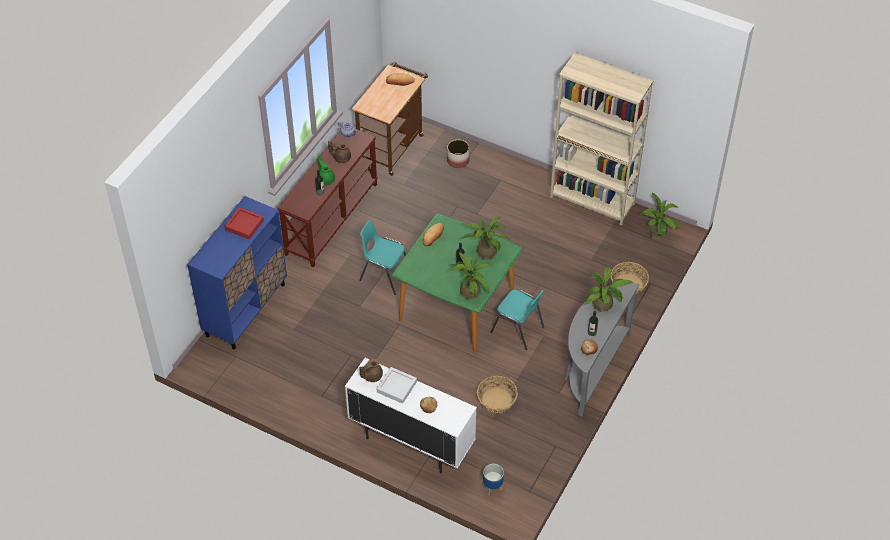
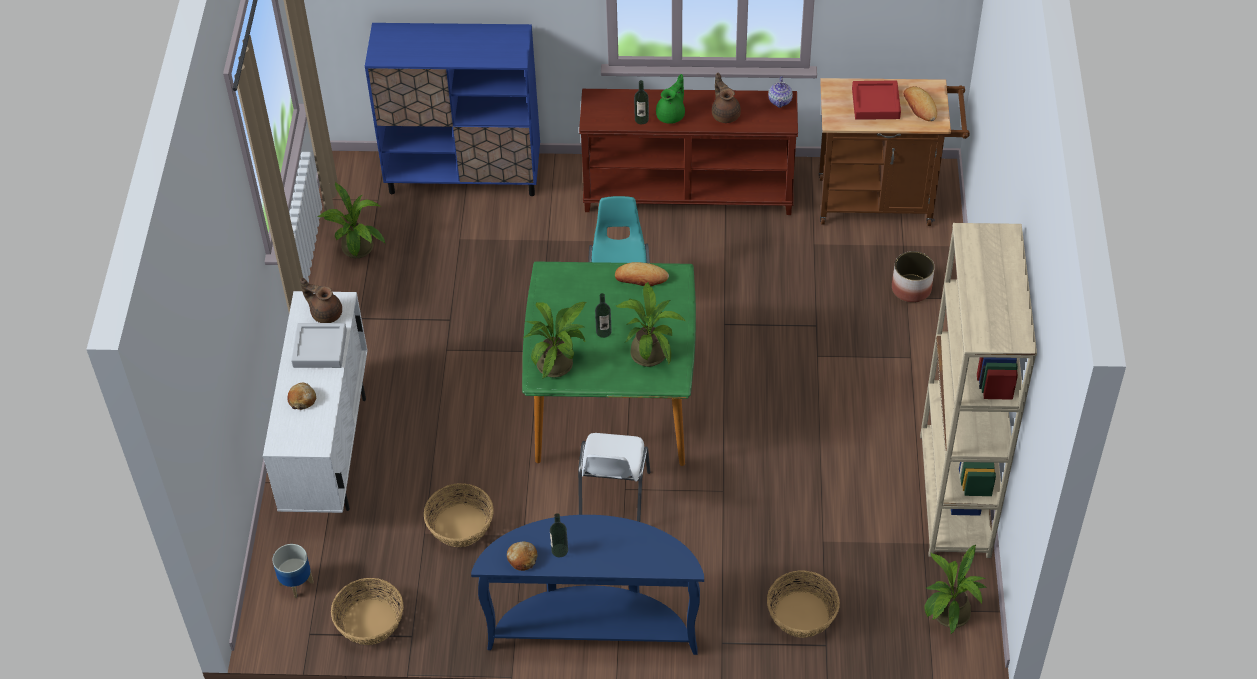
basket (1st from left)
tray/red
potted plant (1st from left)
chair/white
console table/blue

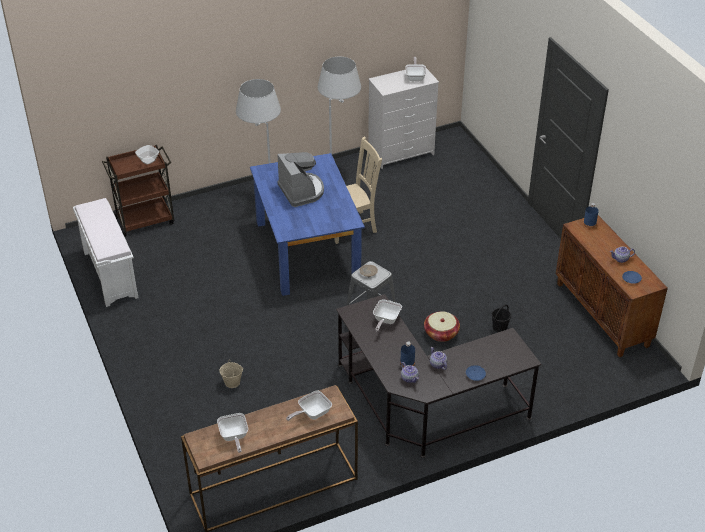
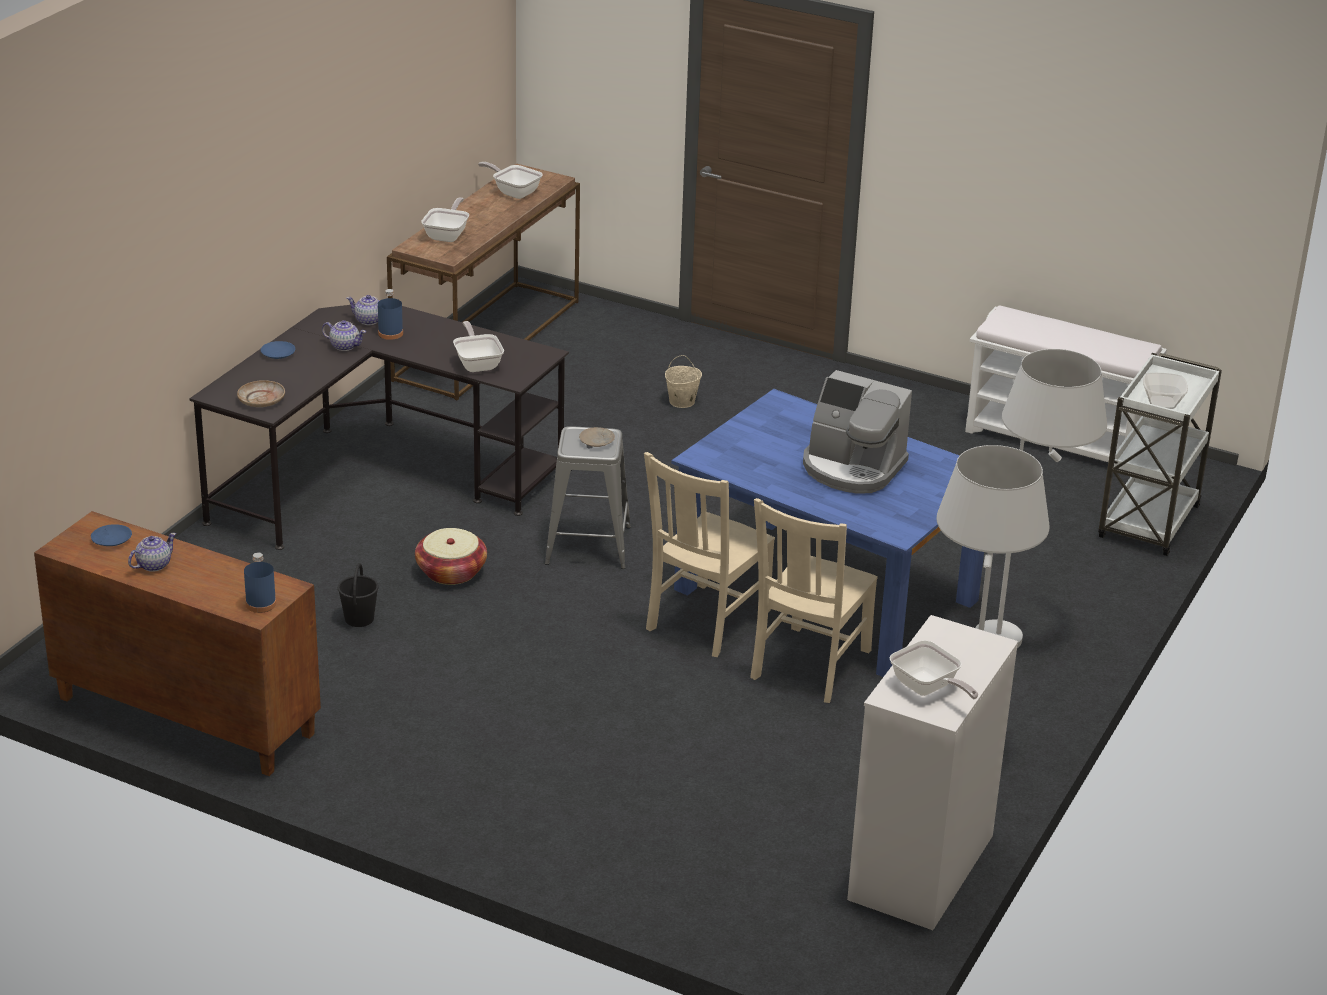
plate/beige (1st from left)
chair/beige (1st from left)
cart/white

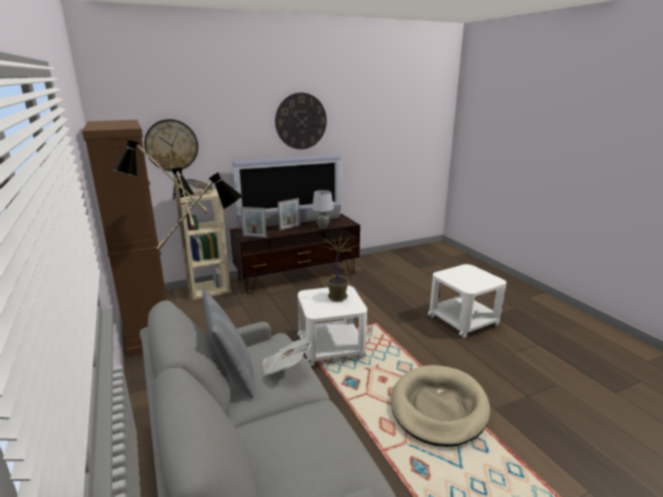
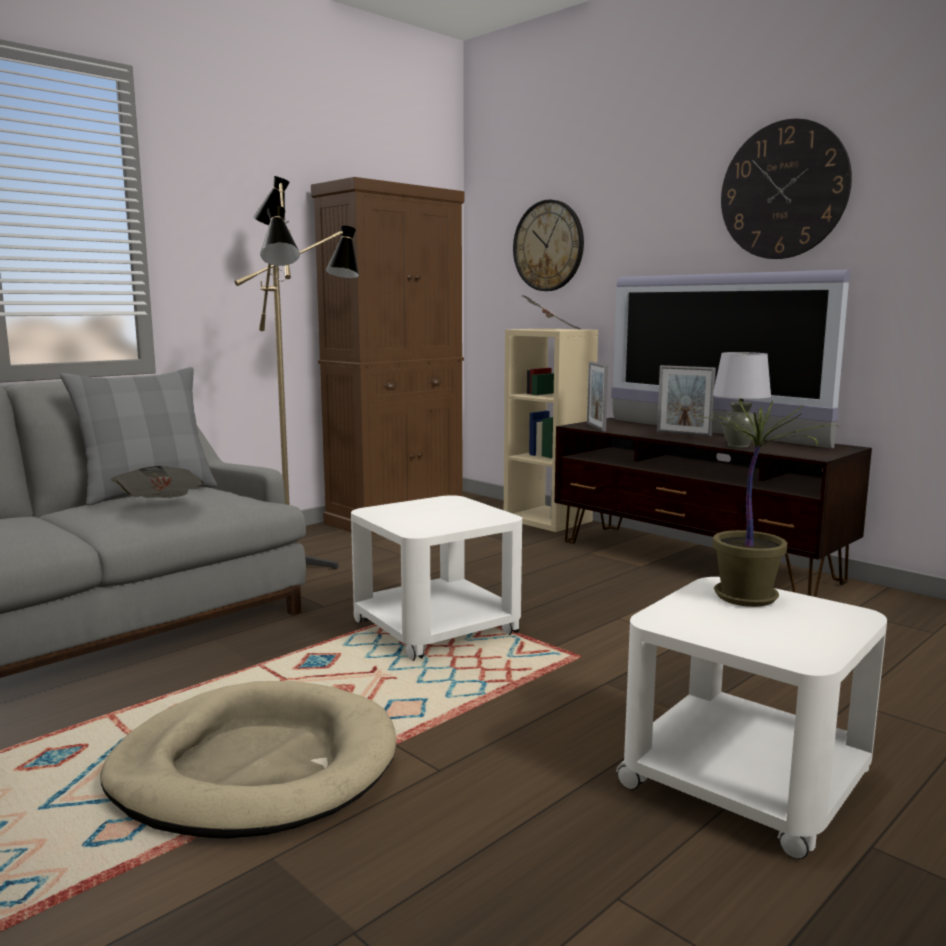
potted plant

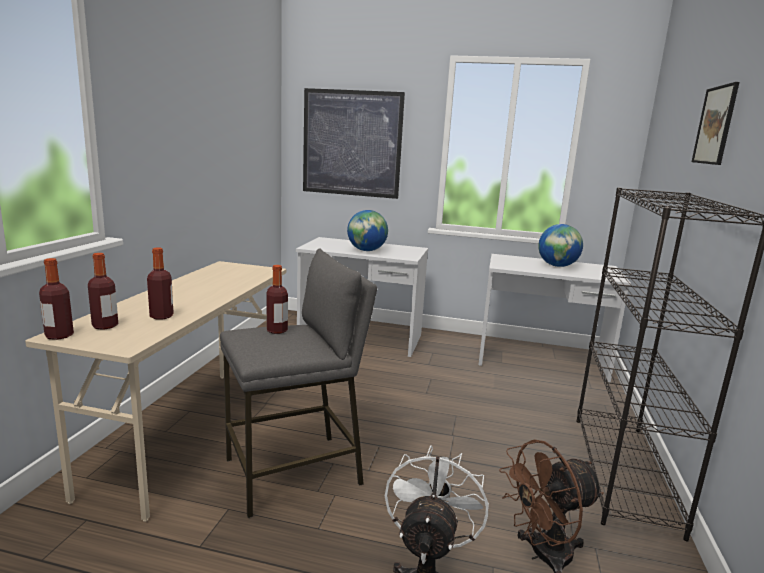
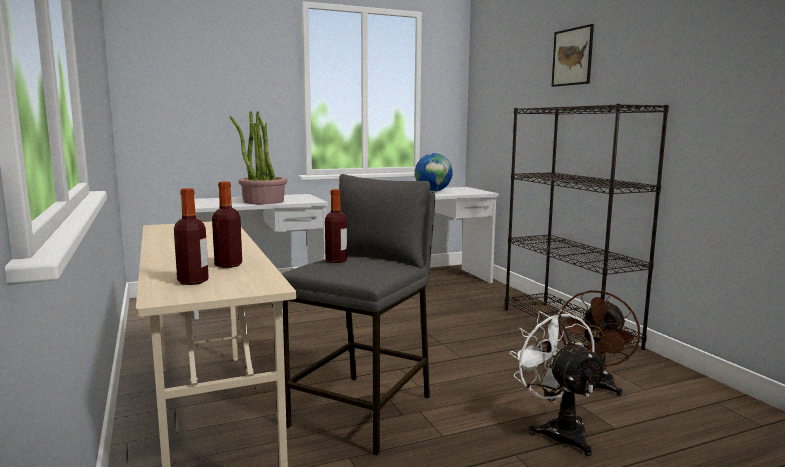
bottle (1st from left in the first image)
picture (1st from left in the first image)
potted plant

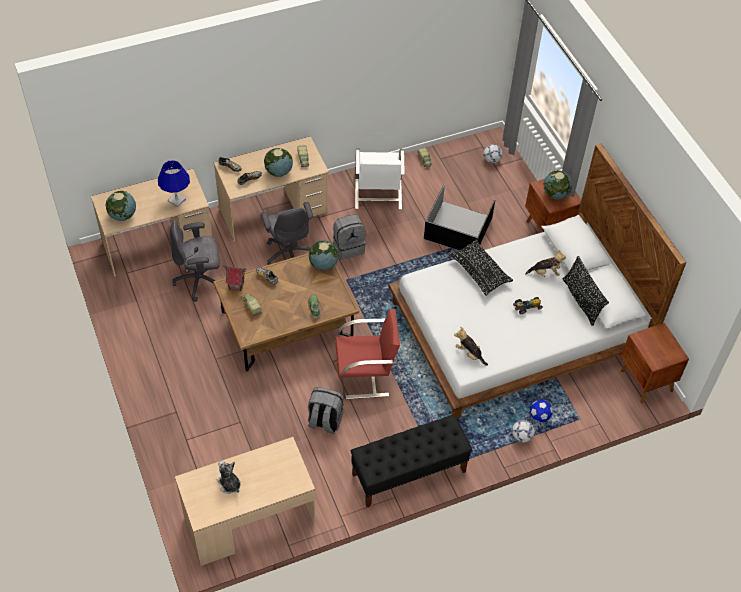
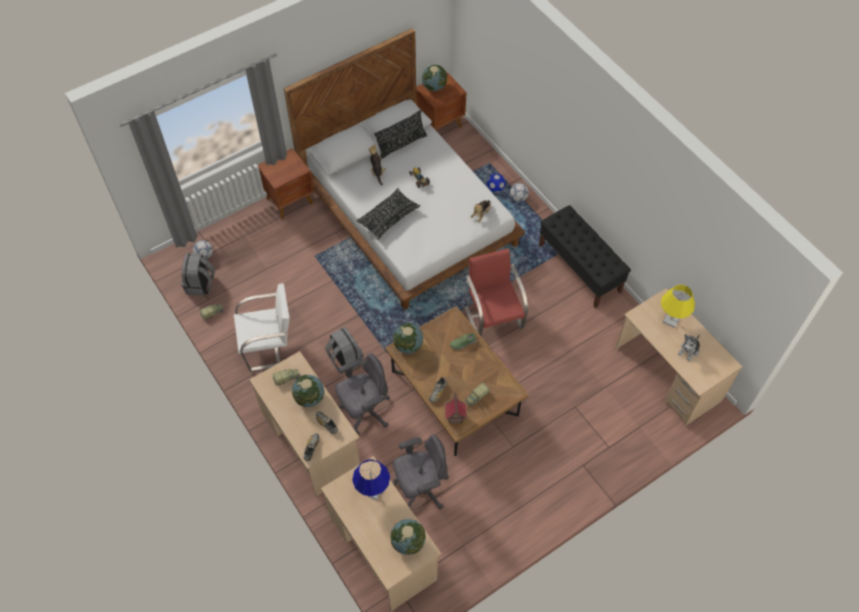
storage box/black
table lamp/yellow
backpack/grey (1st from left)
globe (4th from left)
office chair/grey (2nd from left)

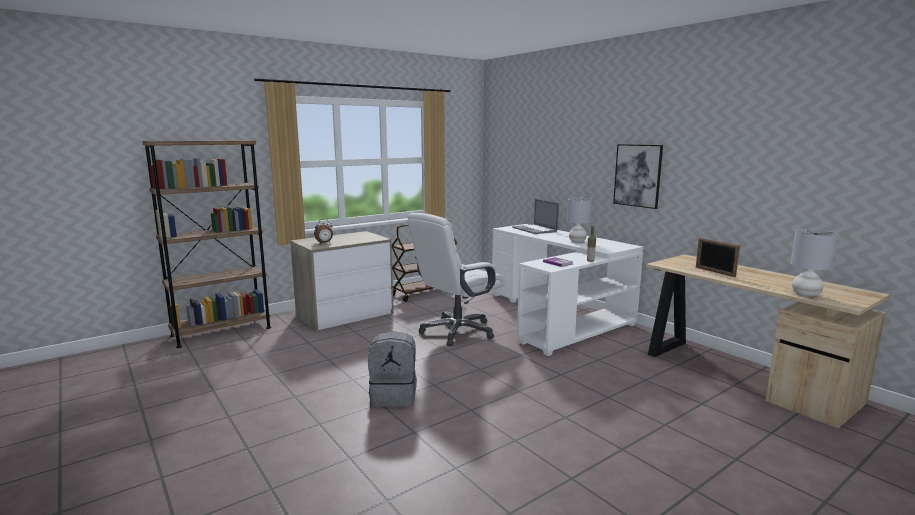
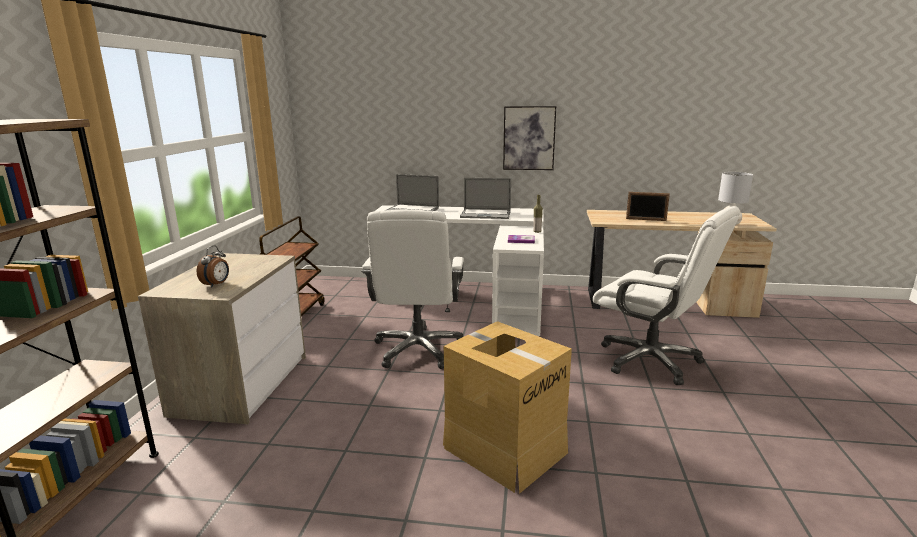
office chair/white (2nd from left)
cardboard box
laptop (2nd from left)

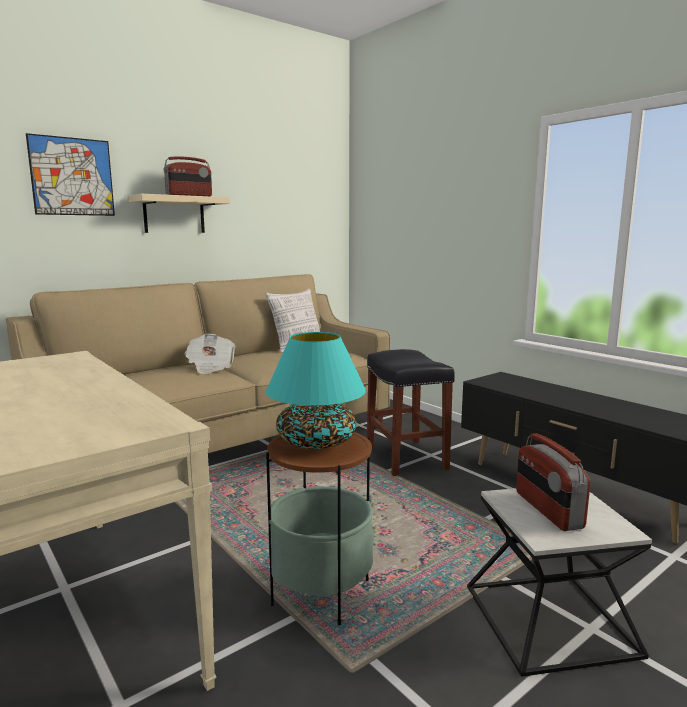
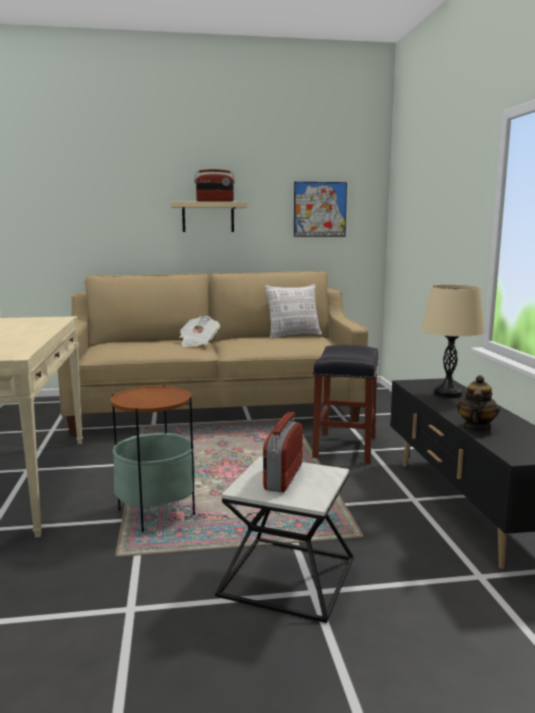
table lamp/turquoise
table lamp/beige
teapot
picture

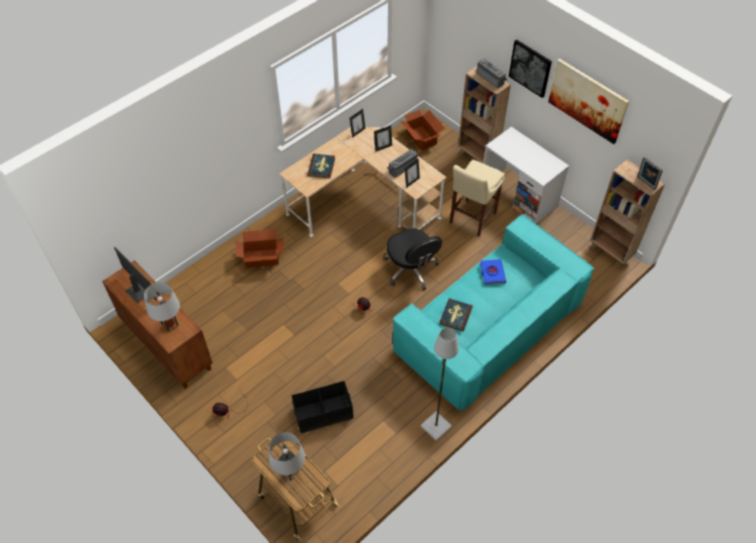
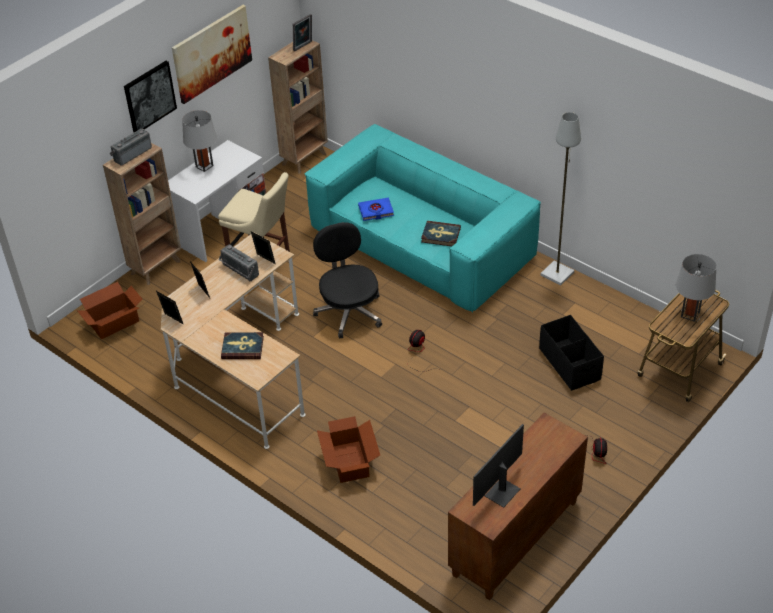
table lamp/grey (1st from left)
office chair/black

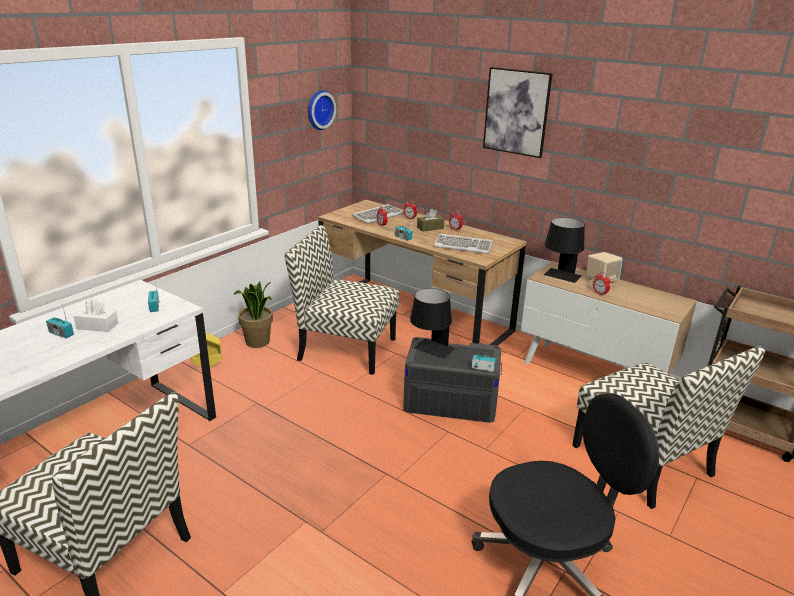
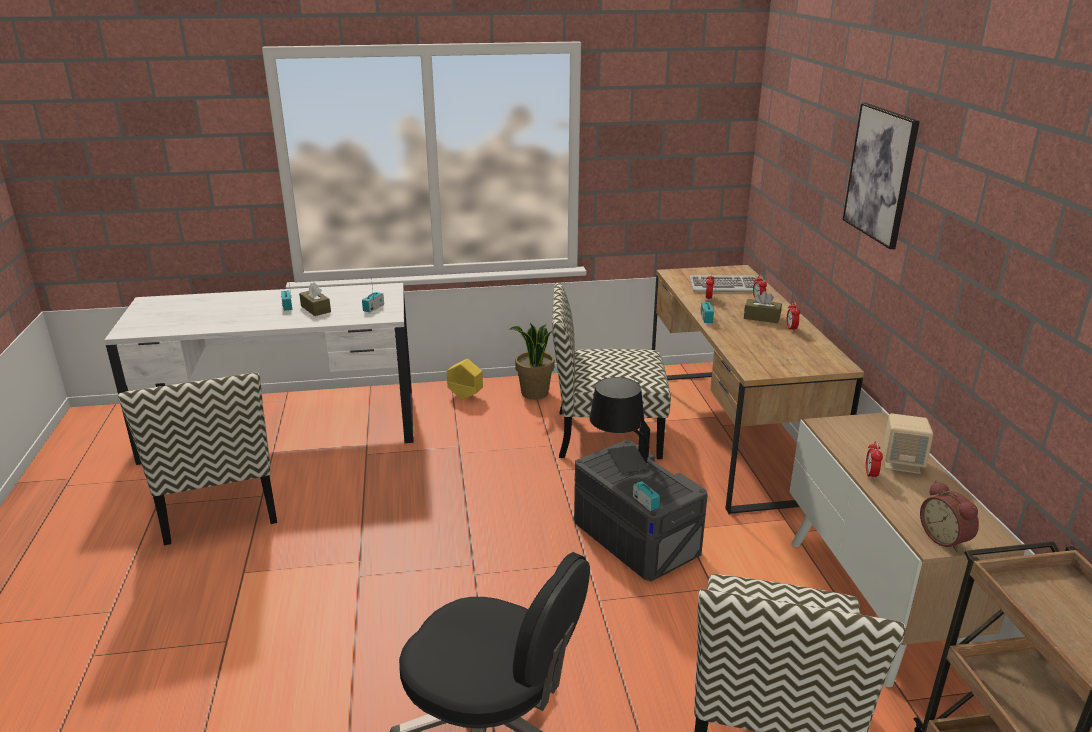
wall clock
keyboard (2nd from left in the first image)
table lamp/black (2nd from left in the first image)
alarm clock (5th from left)
tissue box/brown (1st from left)
chair (2nd from left)

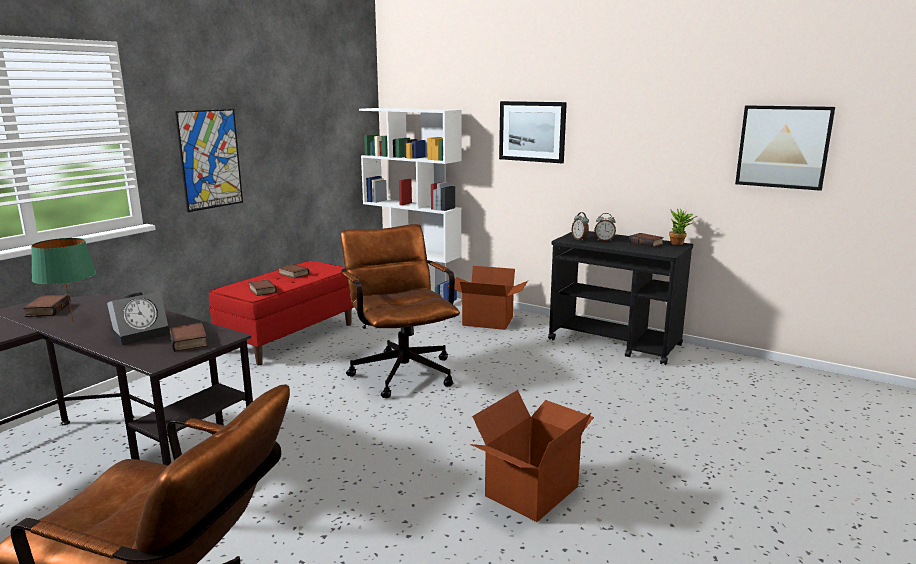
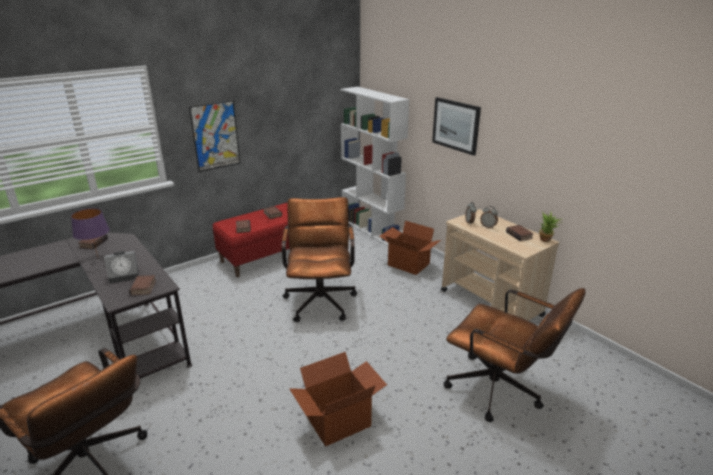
picture (3rd from left in the first image)
office chair/brown (3rd from left)
table lamp/purple
cart/beige

